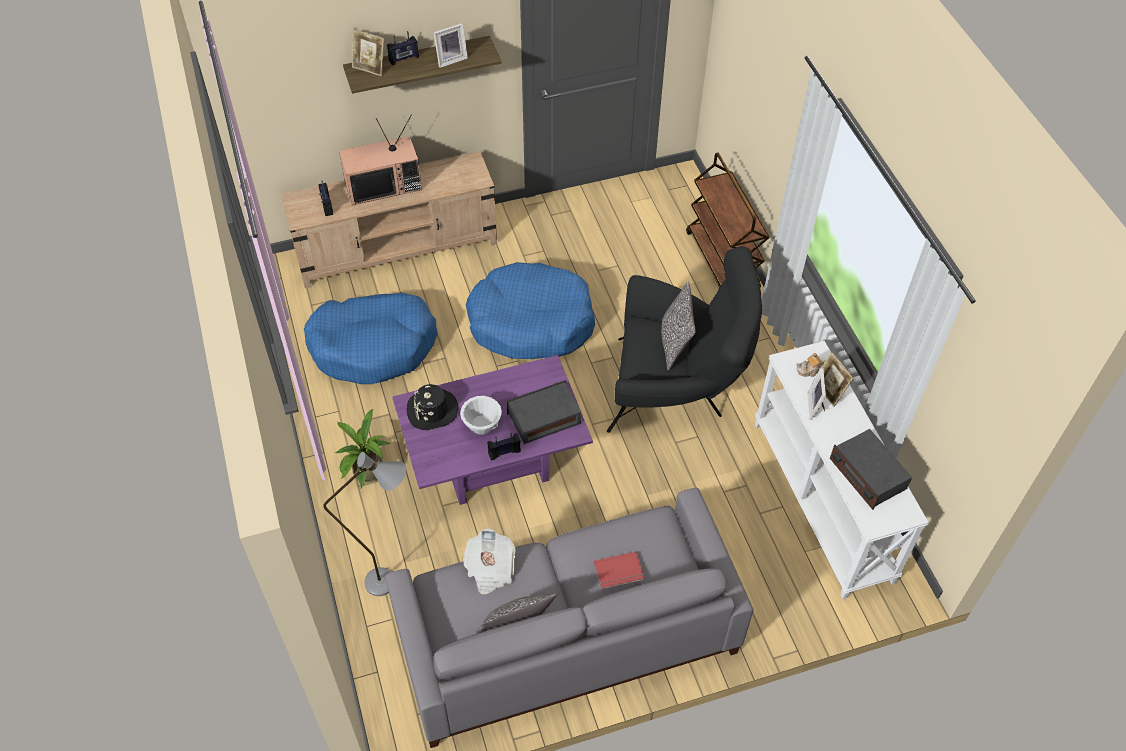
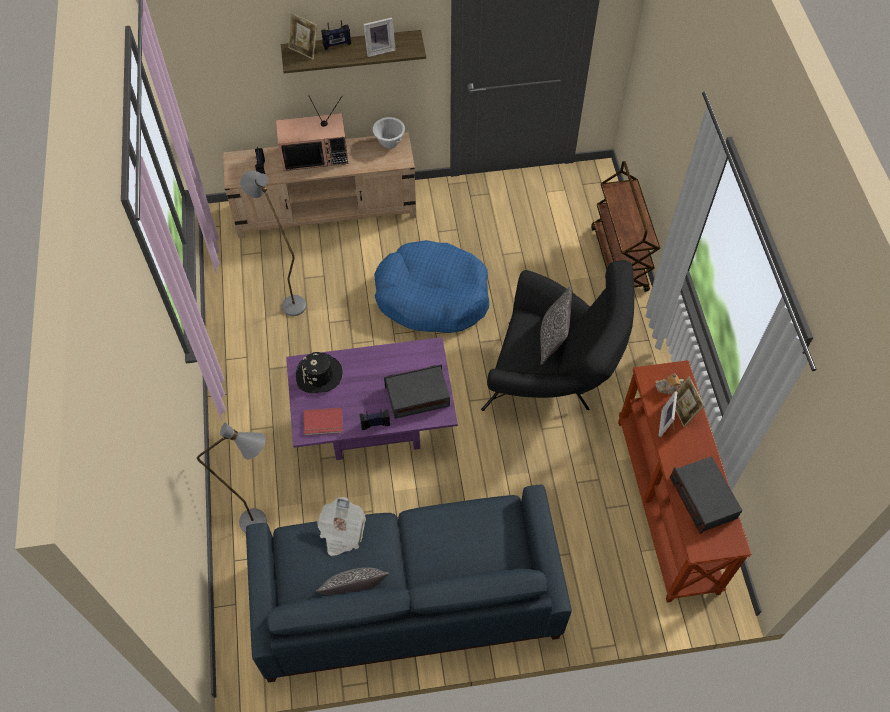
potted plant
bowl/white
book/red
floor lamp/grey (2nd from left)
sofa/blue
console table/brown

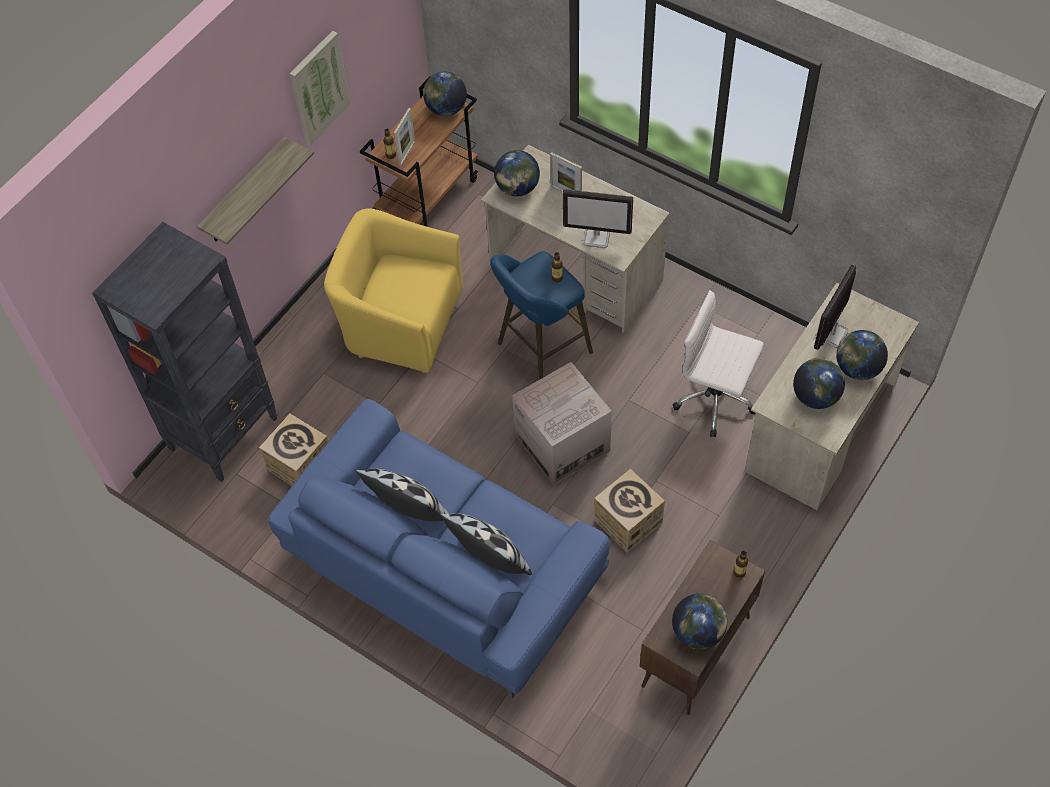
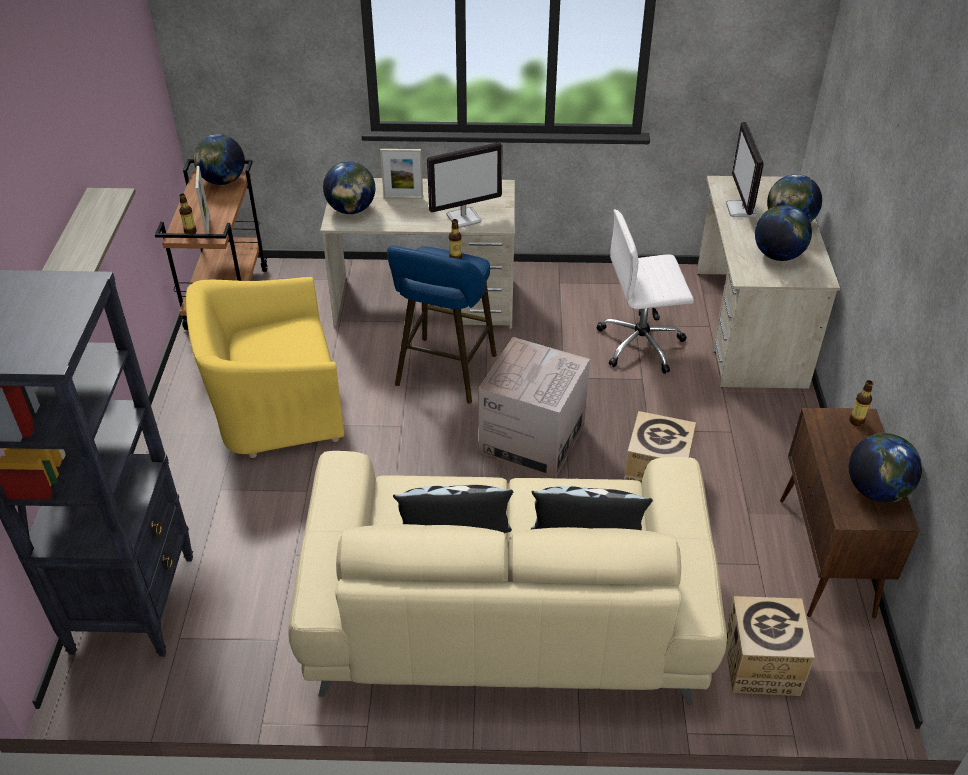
picture
cardboard box (3rd from left)
sofa/beige

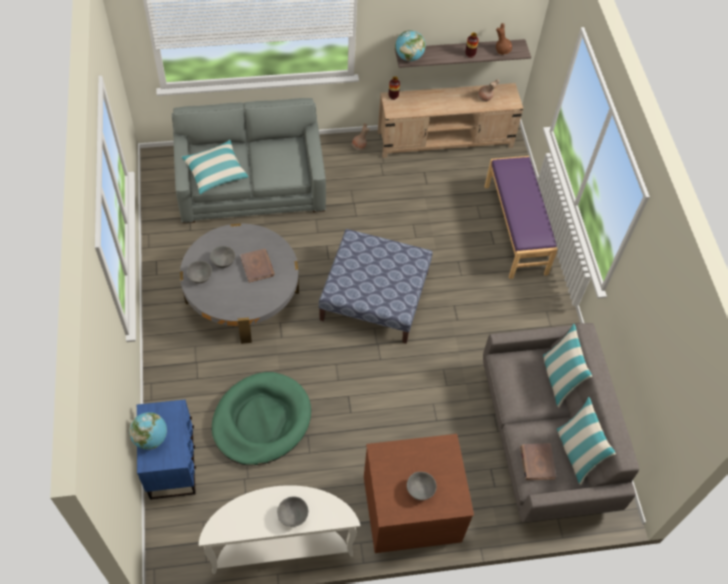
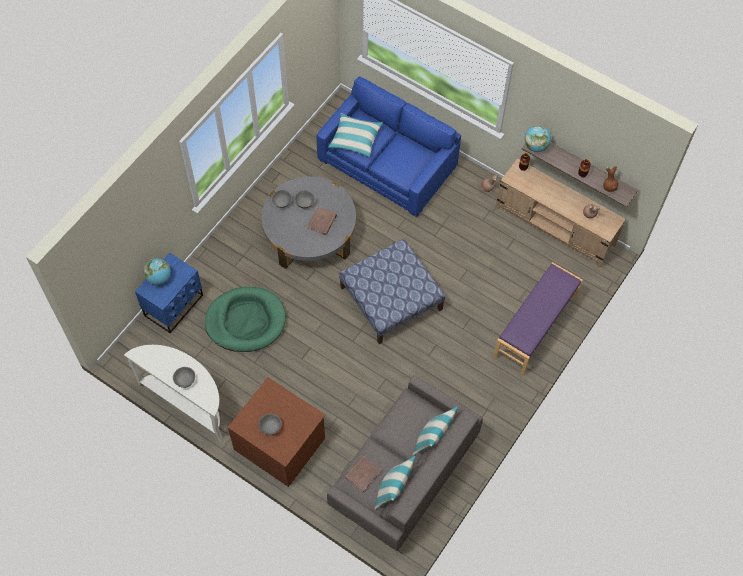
sofa/blue

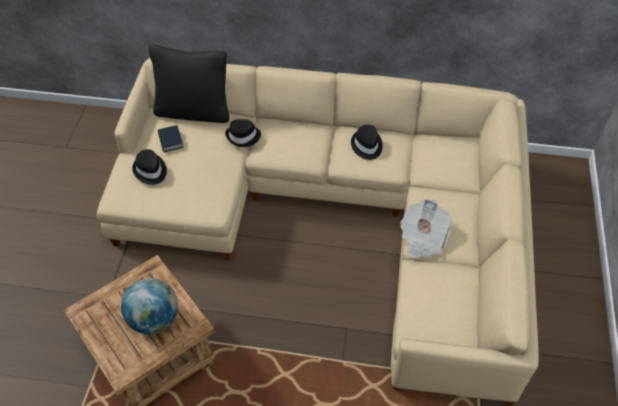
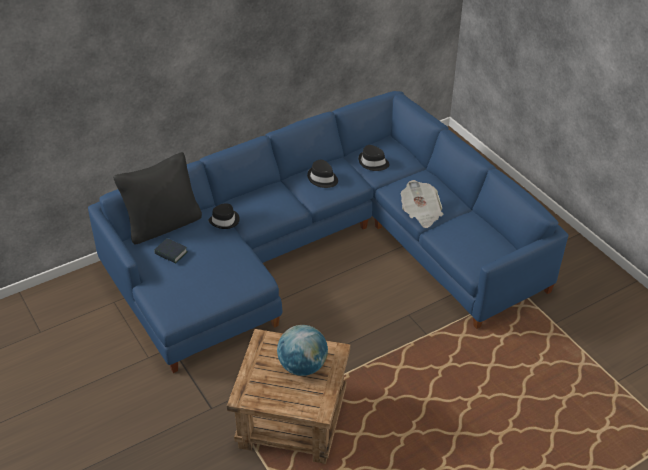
hat/black (3rd from left)
sofa/blue

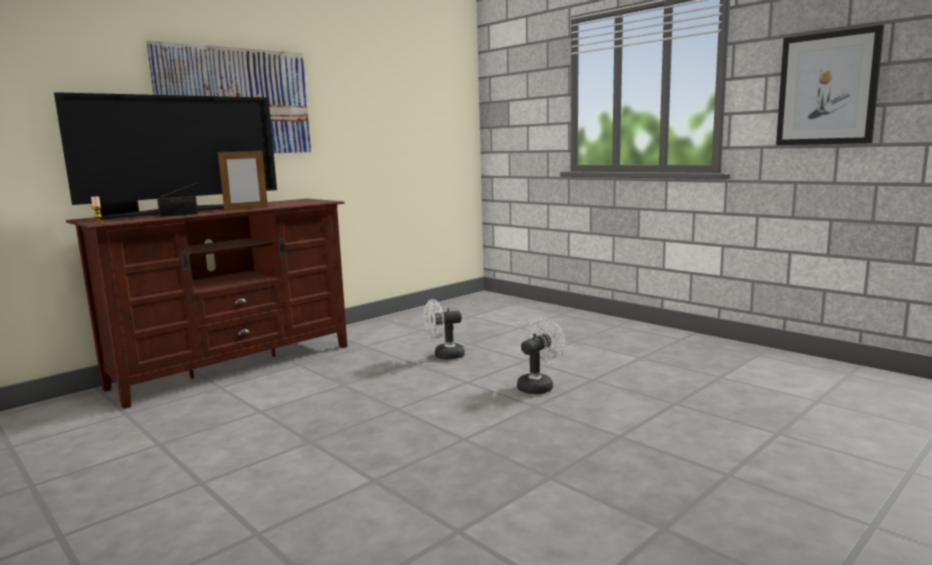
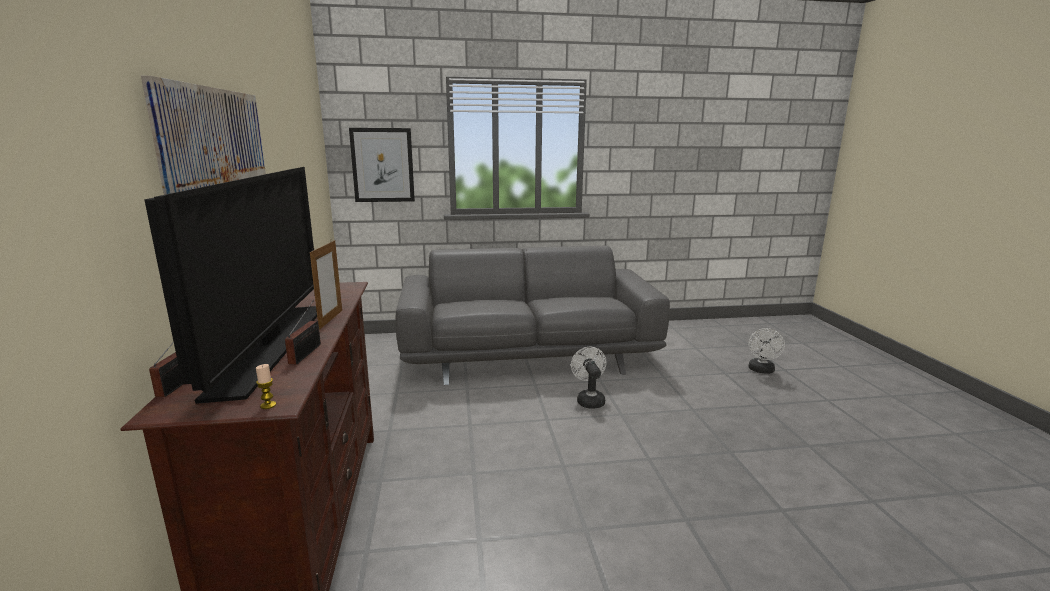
sofa/grey
fan/white (2nd from left)
picture (2nd from left)

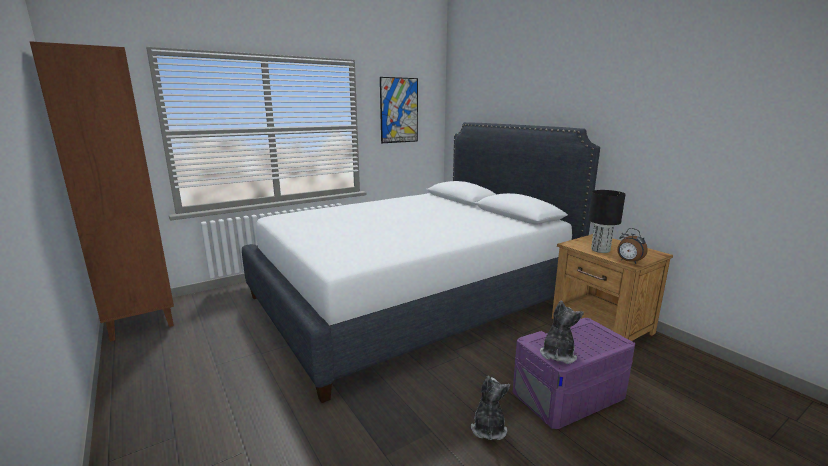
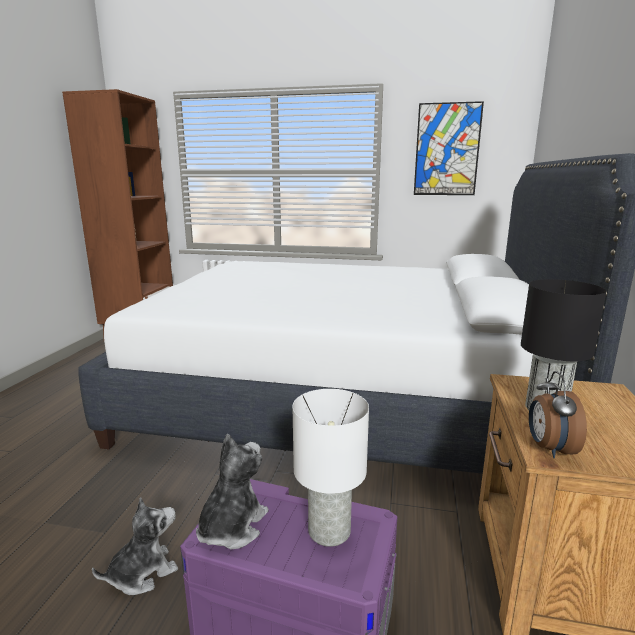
table lamp/white
plush toy (2nd from left)

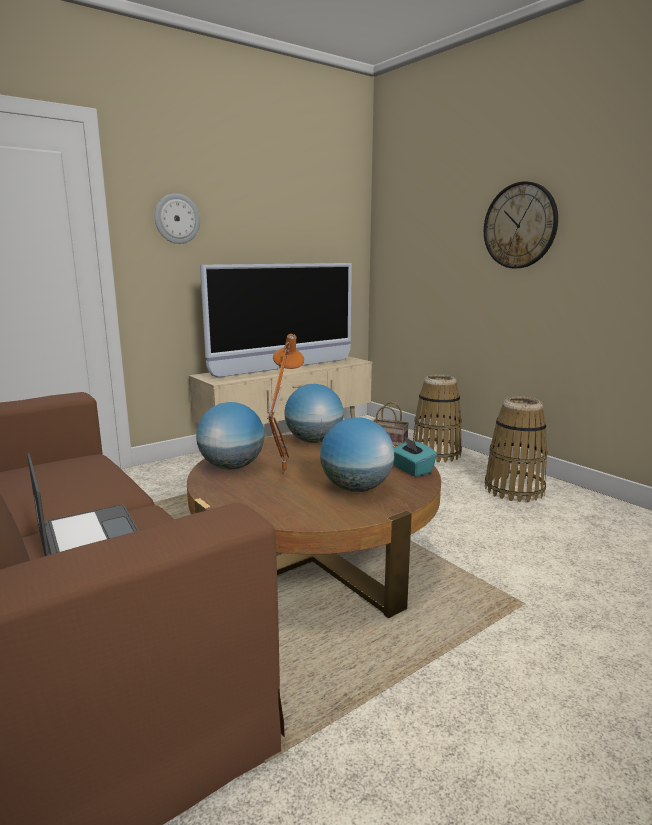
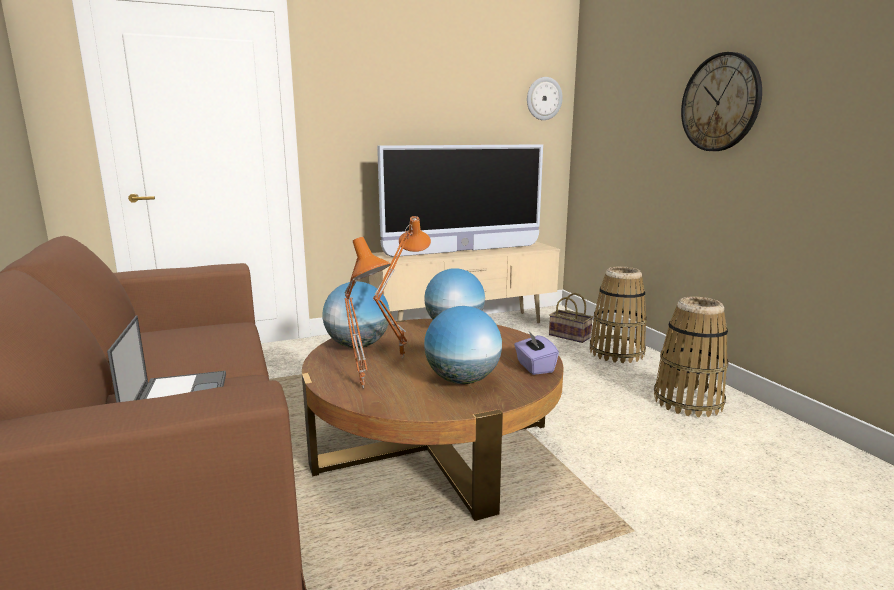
table lamp/orange (1st from left)
wall clock (1st from left)
tissue box/purple

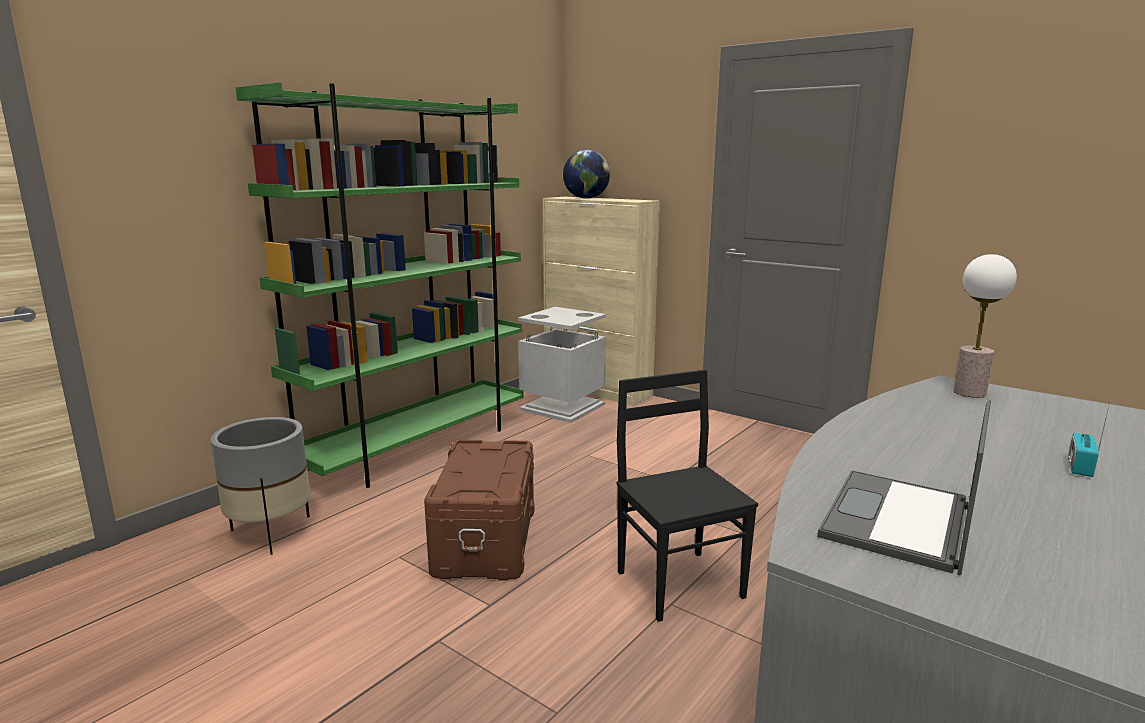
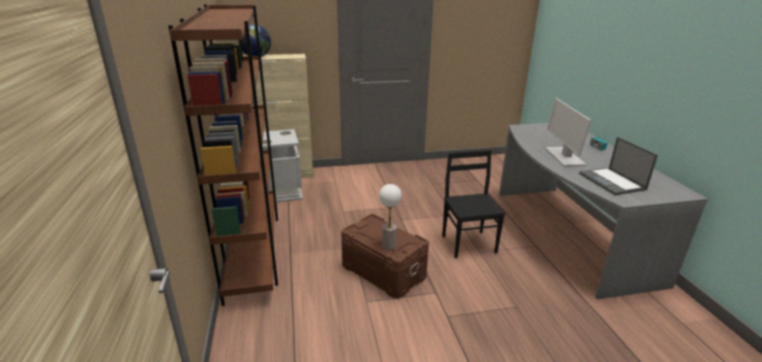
planter/grey
monitor
table lamp
bookcase/brown
chair/black

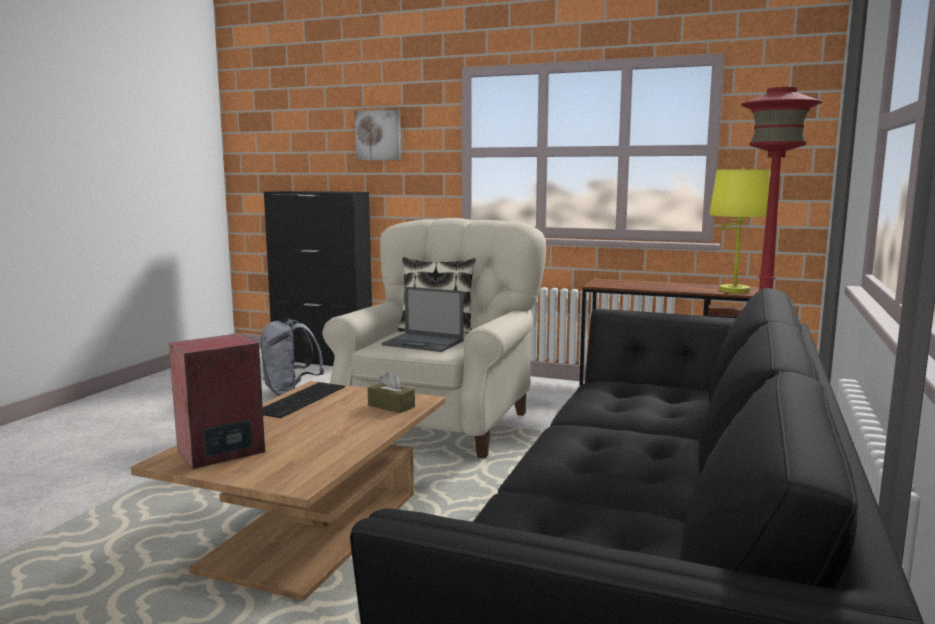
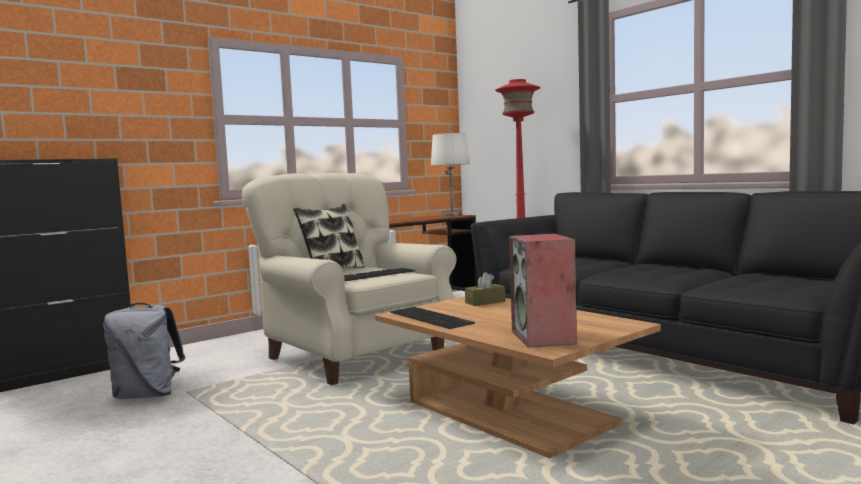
picture
keyboard (1st from left)
table lamp/white

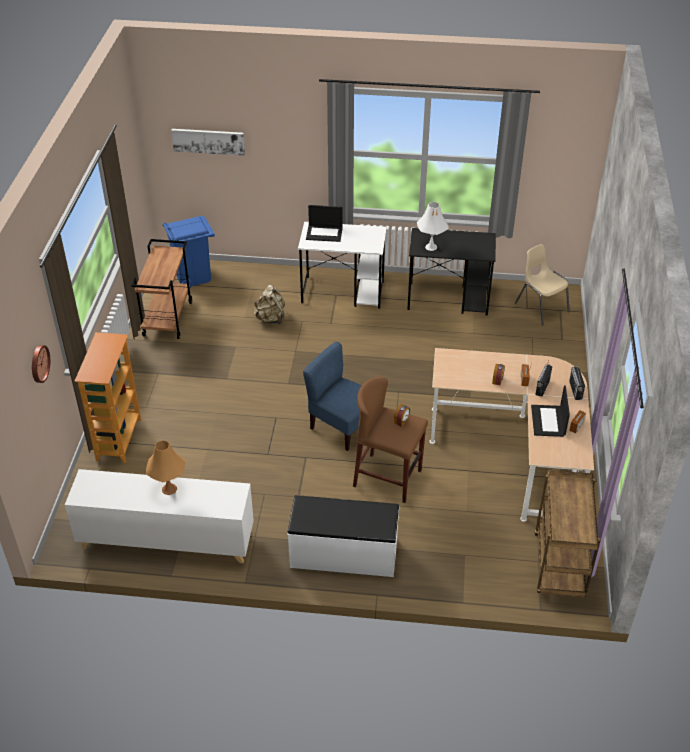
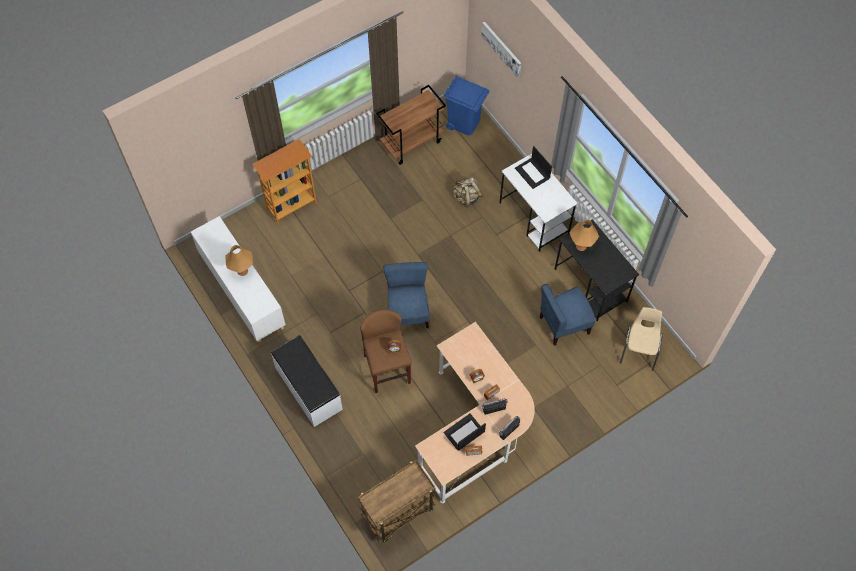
wall clock
chair/blue (2nd from left)
table lamp/orange (2nd from left)

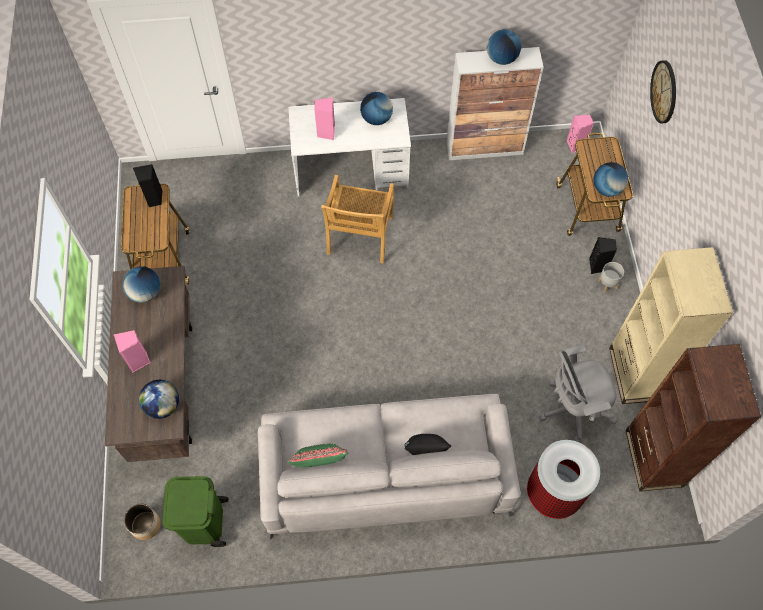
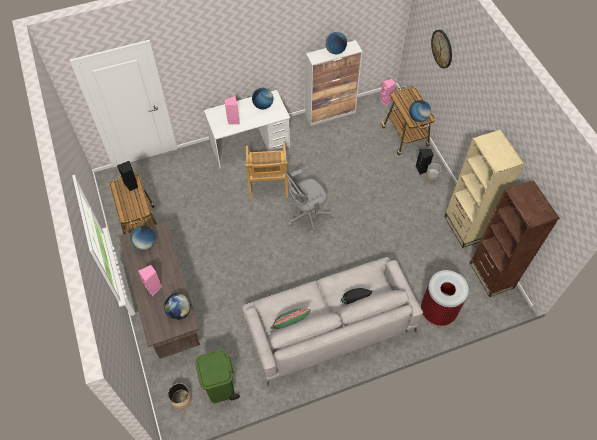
office chair/grey

